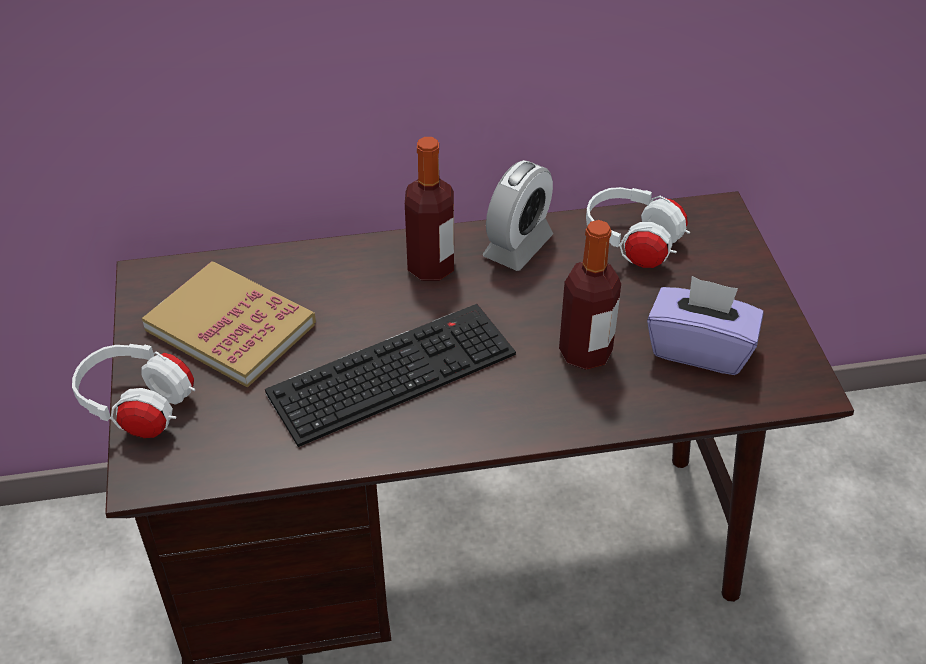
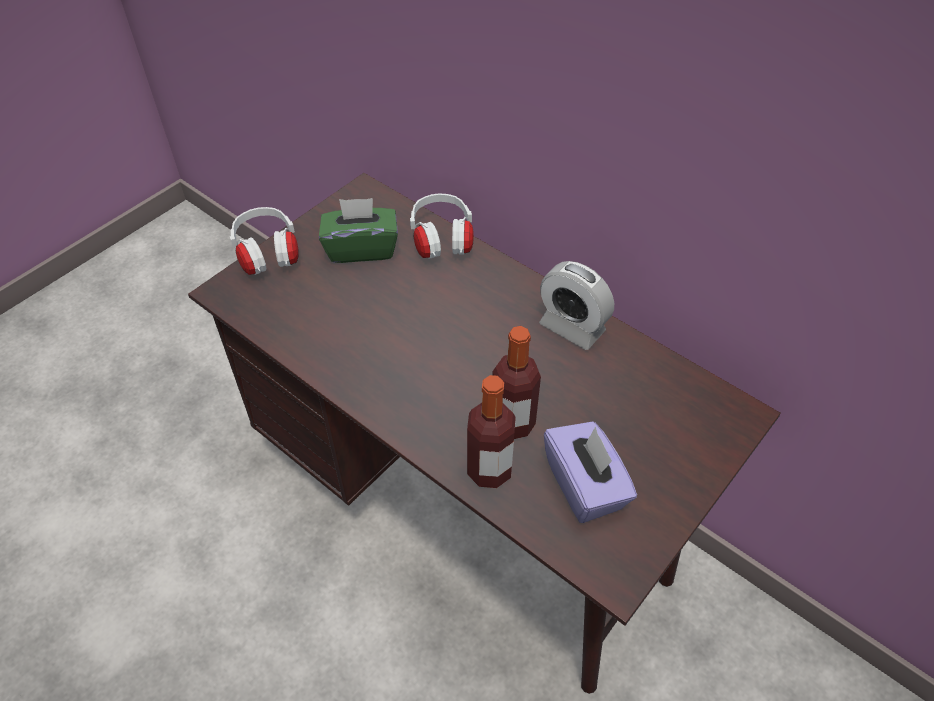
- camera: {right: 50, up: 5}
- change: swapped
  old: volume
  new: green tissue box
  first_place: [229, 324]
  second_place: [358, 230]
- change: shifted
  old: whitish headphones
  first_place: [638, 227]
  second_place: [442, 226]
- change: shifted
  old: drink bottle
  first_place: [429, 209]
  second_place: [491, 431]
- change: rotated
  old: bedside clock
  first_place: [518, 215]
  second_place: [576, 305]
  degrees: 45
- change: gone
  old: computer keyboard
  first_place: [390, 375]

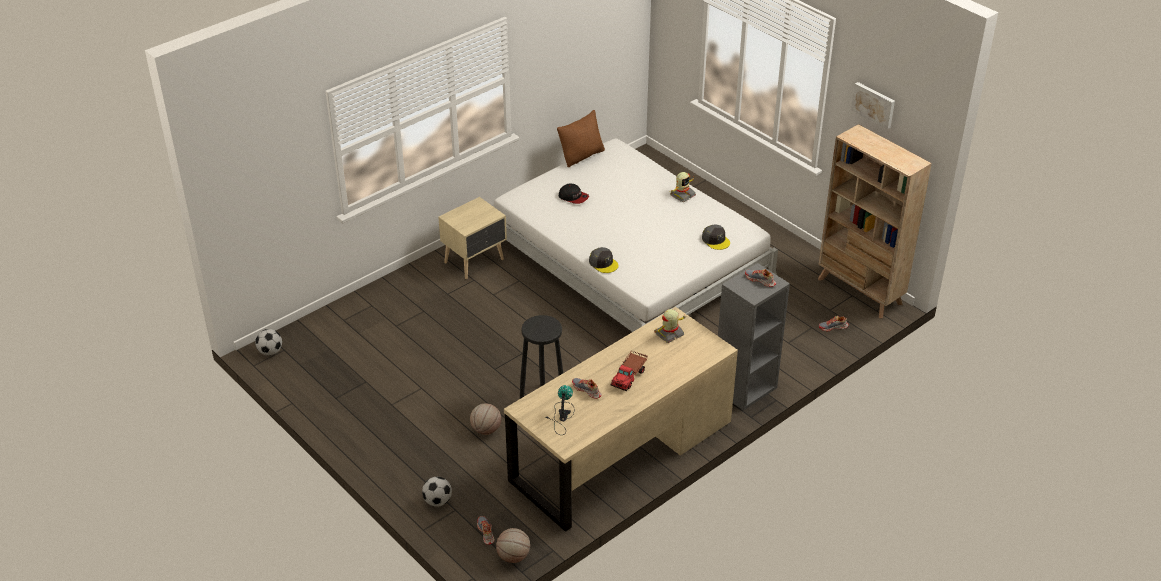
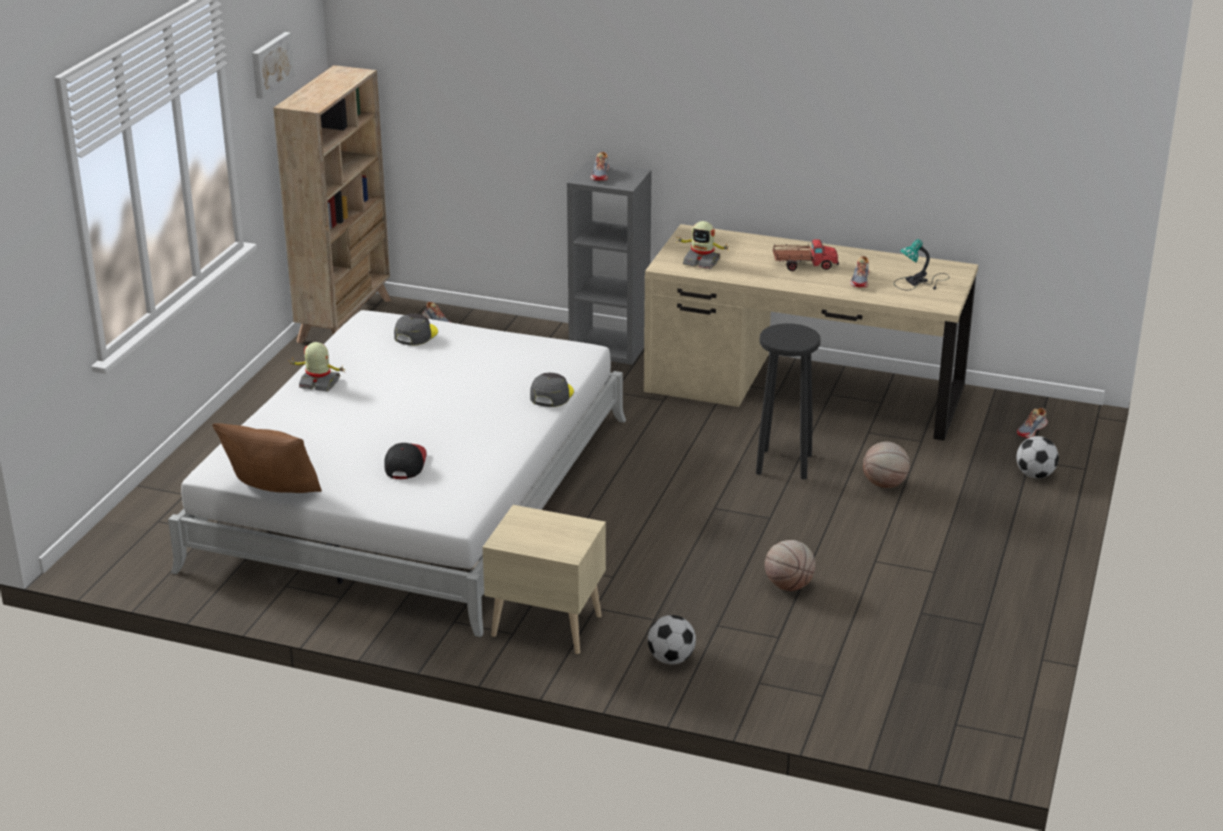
- camera: {right: -120, up: -10}
- change: shifted
  old: football ball
  first_place: [268, 342]
  second_place: [672, 639]
- change: shifted
  old: basketball ball
  first_place: [513, 545]
  second_place: [790, 565]

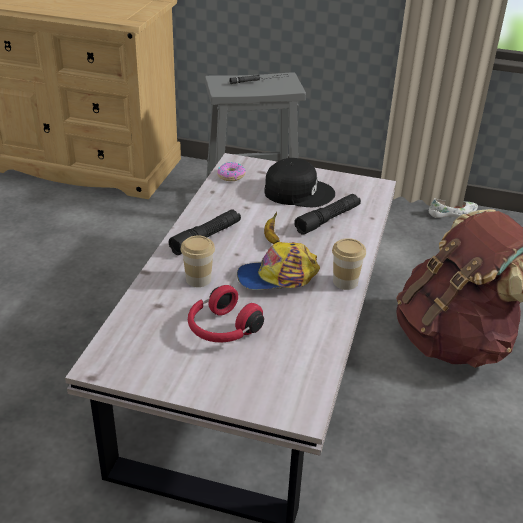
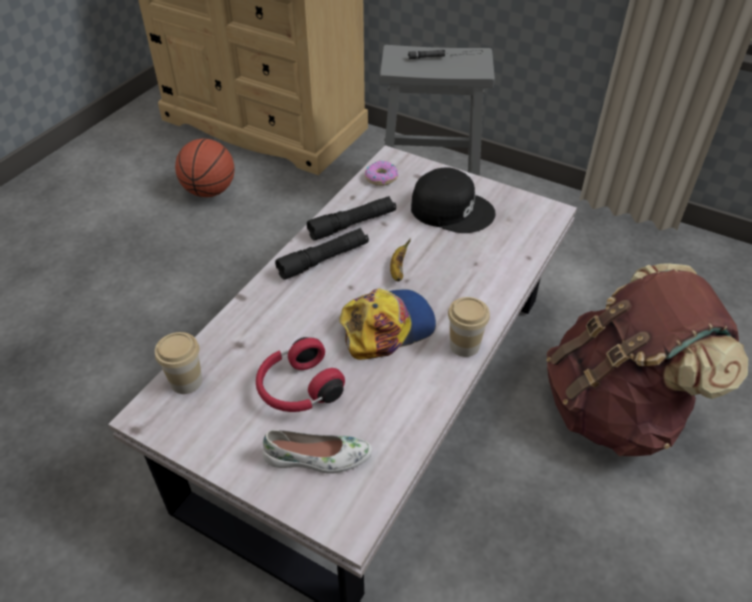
- camera: {right: 15, up: 10}
- change: shifted
  old: cup
  first_place: [198, 261]
  second_place: [178, 363]
- change: new
  new: basketball ball
  second_place: [205, 168]
- change: shifted
  old: whitish shoe
  first_place: [453, 208]
  second_place: [317, 452]
- change: shifted
  old: black-coloured flashlight
  first_place: [327, 214]
  second_place: [351, 218]
- change: rotated
  old: peaked cap
  first_place: [278, 266]
  second_place: [387, 324]
  degrees: 150

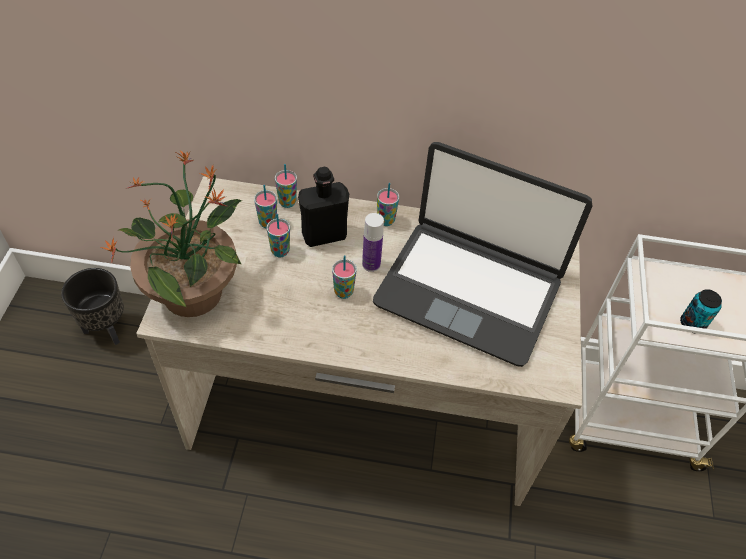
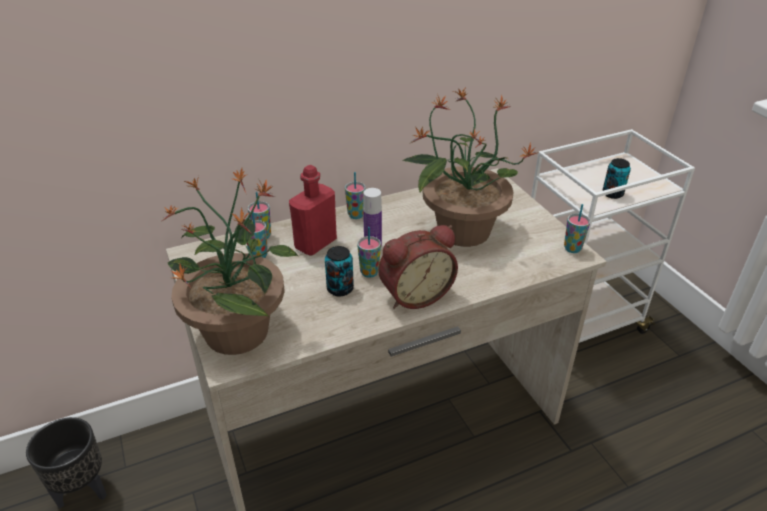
- camera: {right: -30, up: -15}
- change: repainted
  old: black-coloured drink bottle
  new: red-coloured drink bottle
  first_place: [323, 207]
  second_place: [313, 210]
- change: new
  new: metal can
  second_place: [339, 271]
- change: new
  new: bedside clock
  second_place: [418, 267]
- change: swapped
  old: notebook computer
  new: plant in a pot
  first_place: [482, 254]
  second_place: [470, 168]
- change: shifted
  old: cup
  first_place: [278, 235]
  second_place: [577, 228]

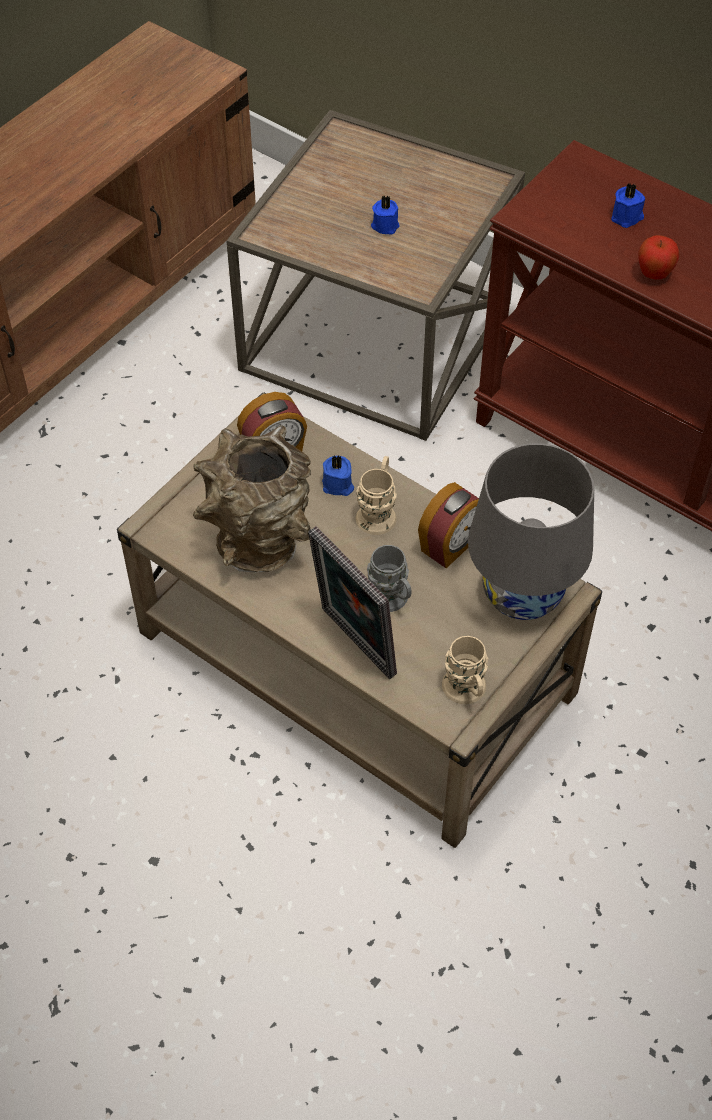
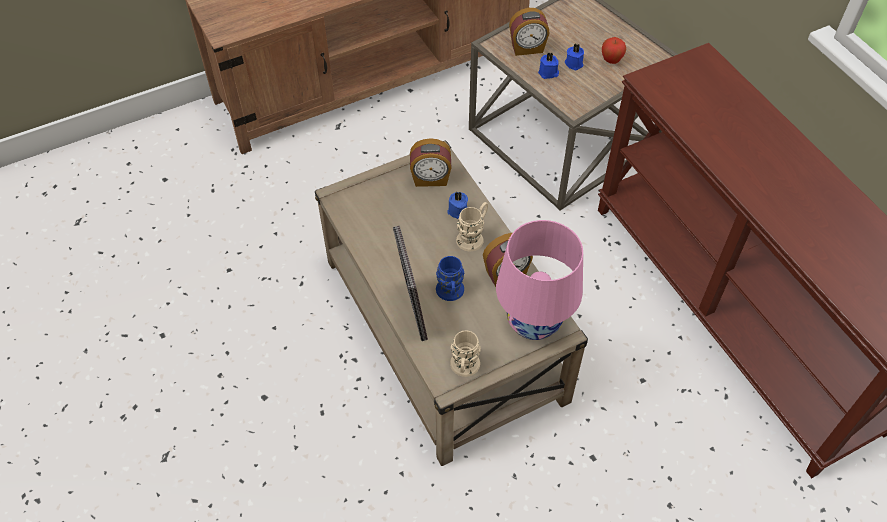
- camera: {right: 25, up: 0}
- change: repainted
  old: grey tea mug
  new: blue tea mug
  first_place: [389, 578]
  second_place: [450, 278]
- change: repainted
  old: grey table lamp
  new: pinkish table lamp
  first_place: [531, 531]
  second_place: [539, 280]
- change: new
  new: bedside clock
  second_place: [529, 32]
- change: shifted
  old: blue wax light
  first_place: [628, 206]
  second_place: [548, 65]
- change: shifted
  old: apple
  first_place: [659, 257]
  second_place: [614, 50]
- change: gone
  old: brownish decorative vase
  first_place: [252, 498]

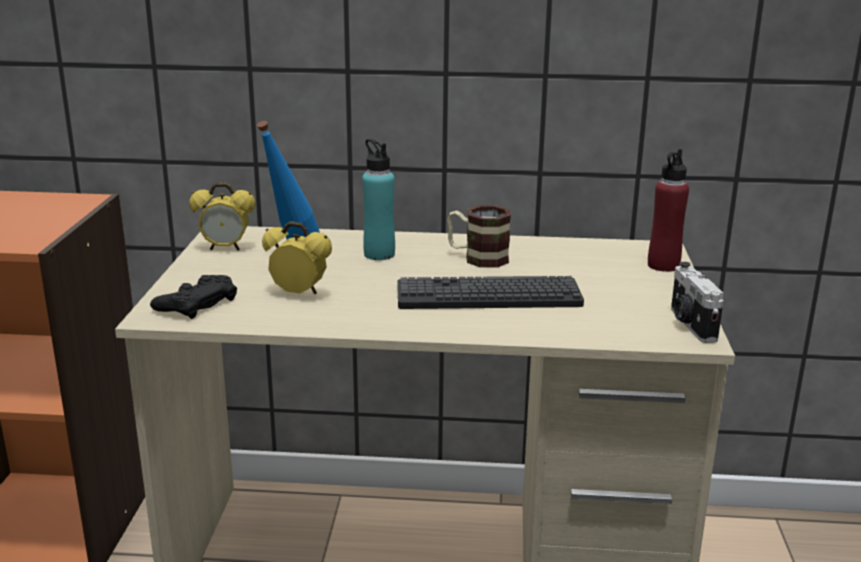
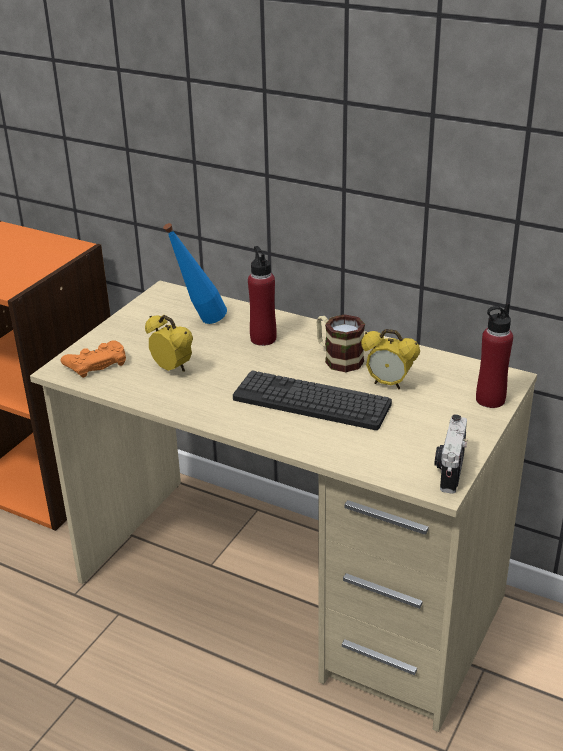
- camera: {right: 25, up: 10}
- change: repainted
  old: black-coloured gamepad
  new: orange-coloured gamepad
  first_place: [193, 297]
  second_place: [93, 359]
- change: repainted
  old: blue-green drink bottle
  new: red-coloured drink bottle
  first_place: [378, 199]
  second_place: [262, 296]
- change: shifted
  old: bedside clock
  first_place: [222, 216]
  second_place: [390, 359]

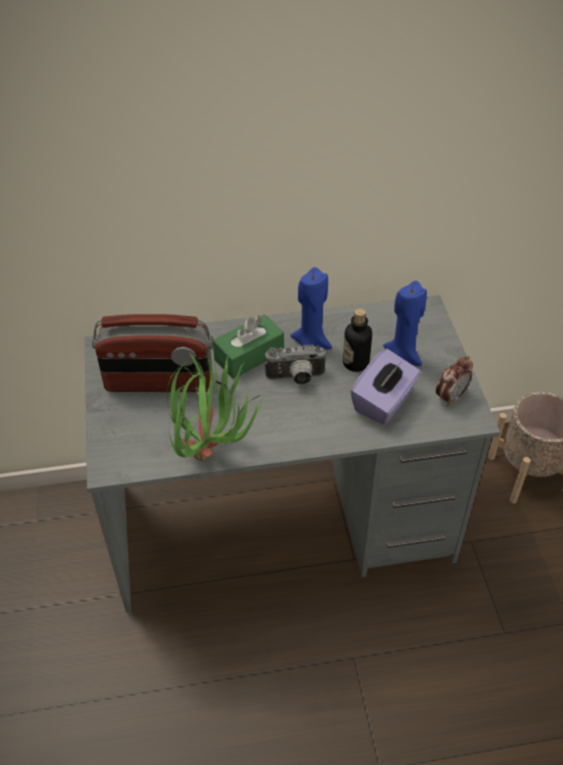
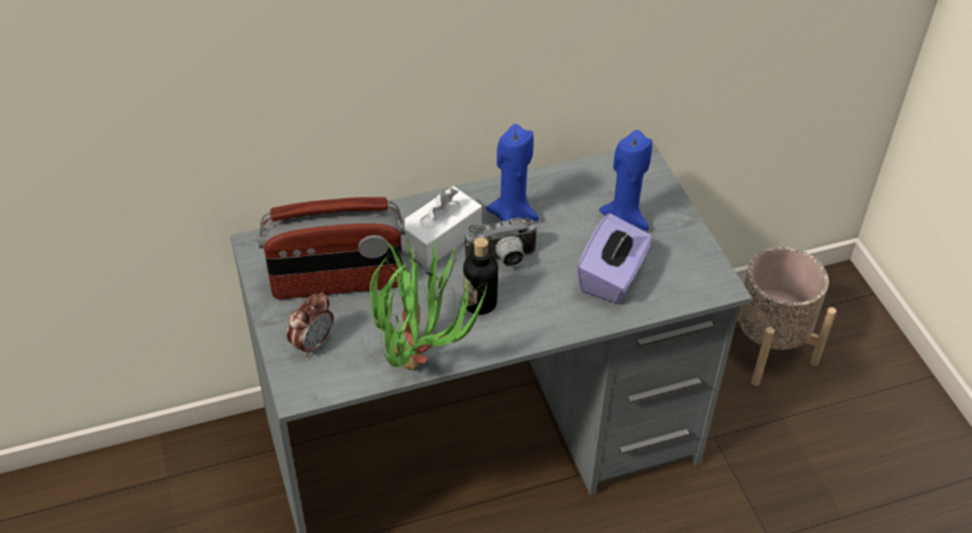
- camera: {right: -10, up: 0}
- change: shifted
  old: bedside clock
  first_place: [454, 381]
  second_place: [310, 324]
- change: repainted
  old: green tissue box
  new: whitish tissue box
  first_place: [248, 346]
  second_place: [441, 227]
- change: shifted
  old: drink bottle
  first_place: [357, 340]
  second_place: [480, 276]

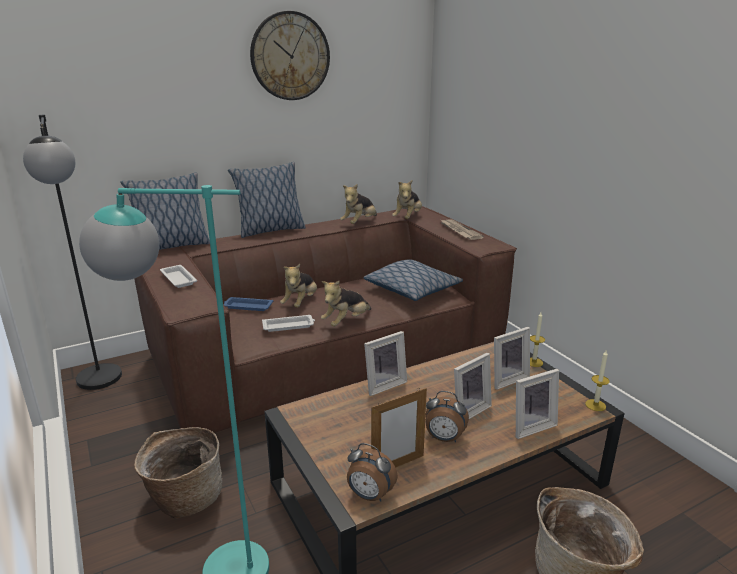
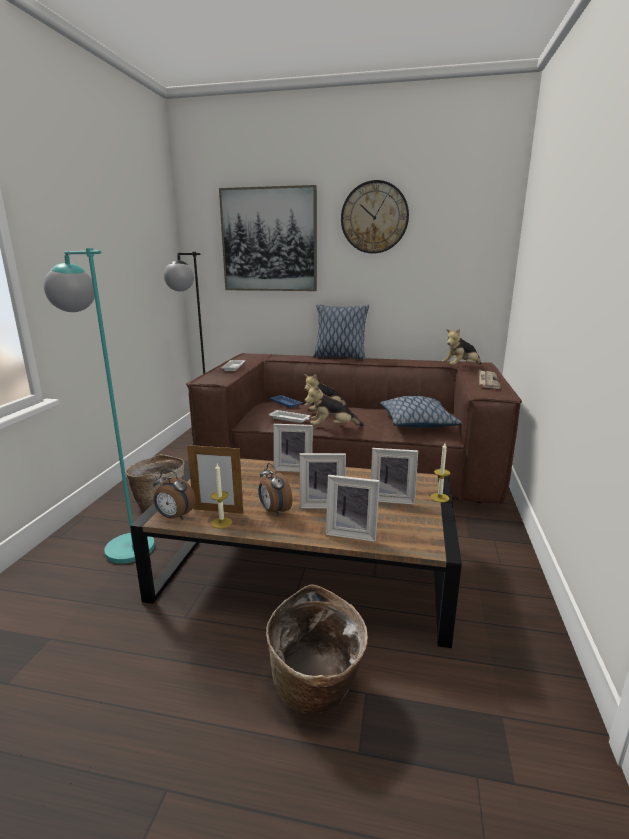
- camera: {right: 40, up: -5}
- change: rotated
  old: bedside clock
  first_place: [372, 472]
  second_place: [174, 494]
  degrees: -45
- change: shifted
  old: wax light
  first_place: [597, 381]
  second_place: [221, 496]
- change: new
  new: wall art
  second_place: [268, 238]
- change: gone
  old: pillow
  first_place: [165, 211]
- change: gone
  old: plush toy
  first_place: [358, 204]

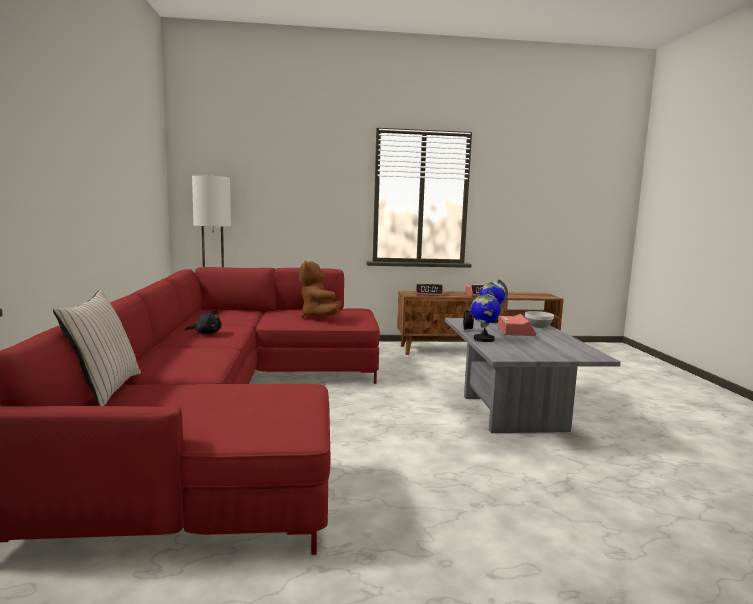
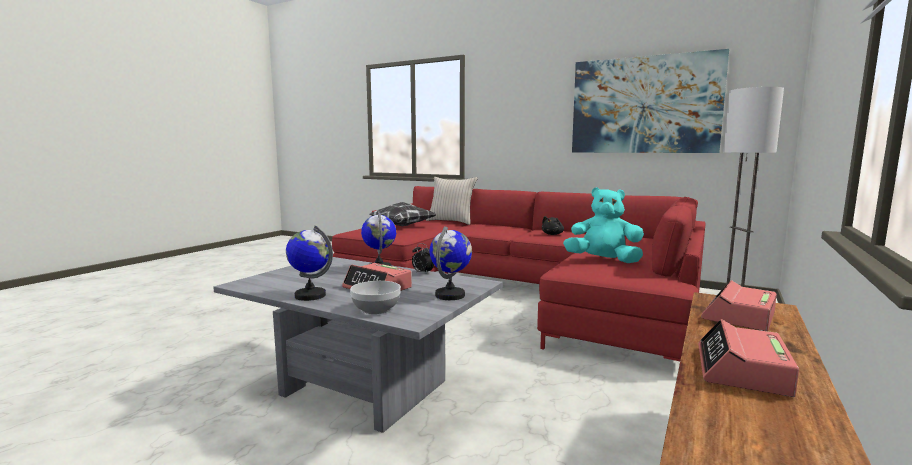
- camera: {right: 125, up: 0}
- change: new
  new: desk globe
  second_place: [309, 263]
- change: new
  new: pillow
  second_place: [402, 214]
- change: repainted
  old: brownish plush toy
  new: blue-green plush toy
  first_place: [320, 289]
  second_place: [603, 225]
- change: new
  new: wall art
  second_place: [650, 101]

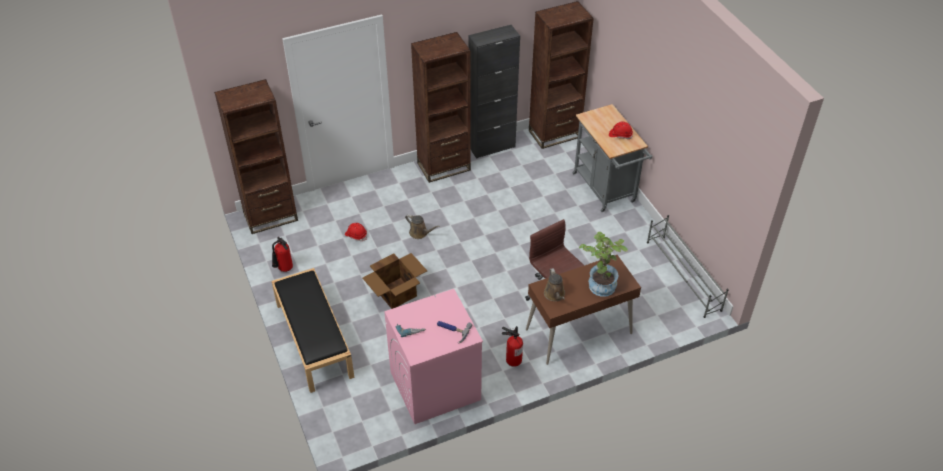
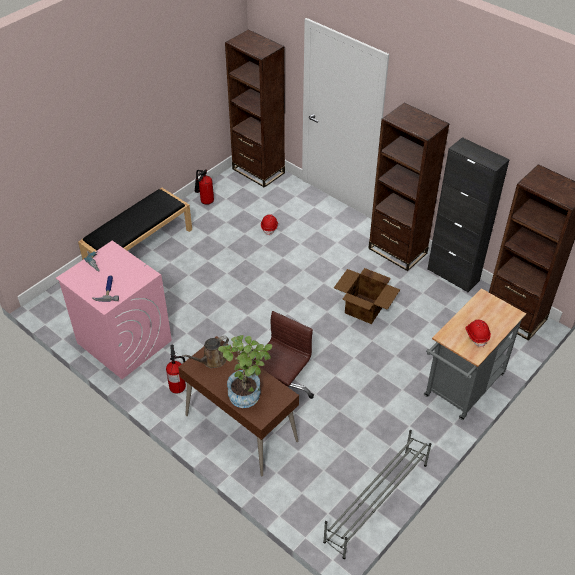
- camera: {right: 65, up: 0}
- change: shifted
  old: carton
  first_place: [395, 281]
  second_place: [367, 296]
- change: gone
  old: brownish sprinkling can
  first_place: [422, 226]

